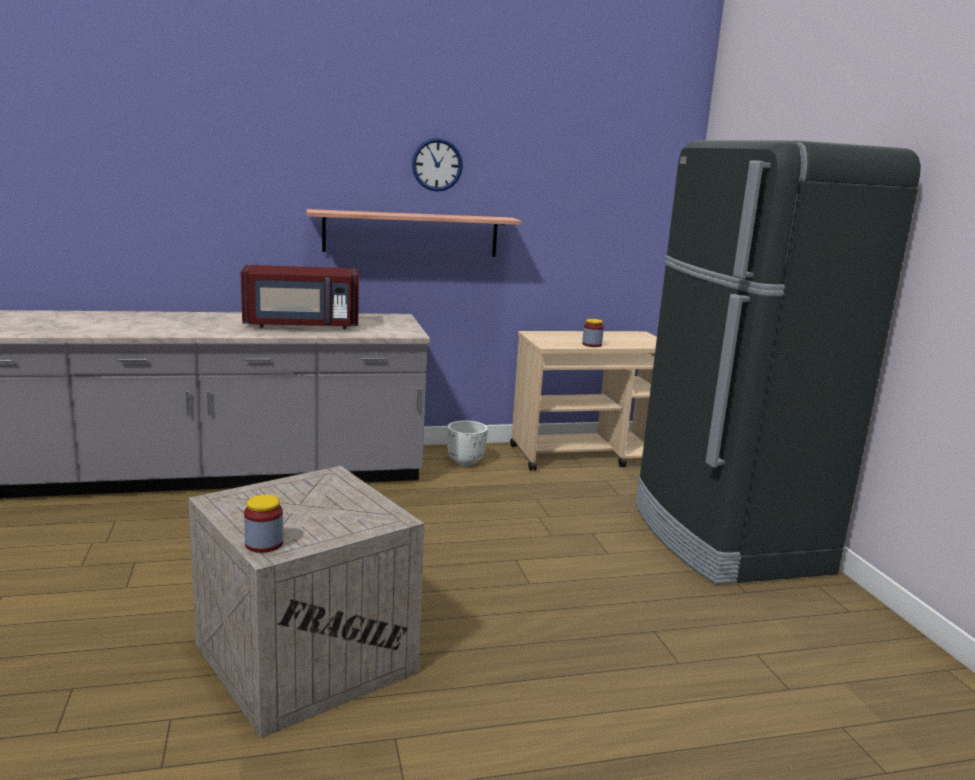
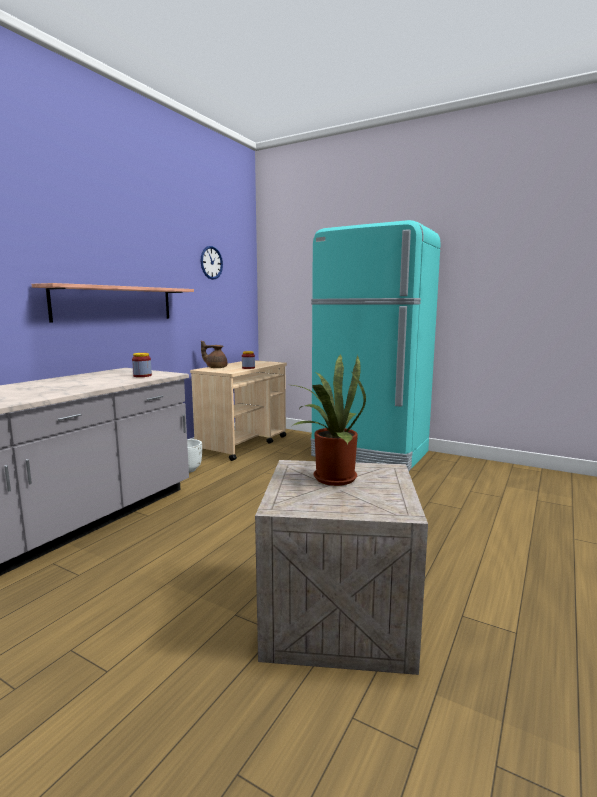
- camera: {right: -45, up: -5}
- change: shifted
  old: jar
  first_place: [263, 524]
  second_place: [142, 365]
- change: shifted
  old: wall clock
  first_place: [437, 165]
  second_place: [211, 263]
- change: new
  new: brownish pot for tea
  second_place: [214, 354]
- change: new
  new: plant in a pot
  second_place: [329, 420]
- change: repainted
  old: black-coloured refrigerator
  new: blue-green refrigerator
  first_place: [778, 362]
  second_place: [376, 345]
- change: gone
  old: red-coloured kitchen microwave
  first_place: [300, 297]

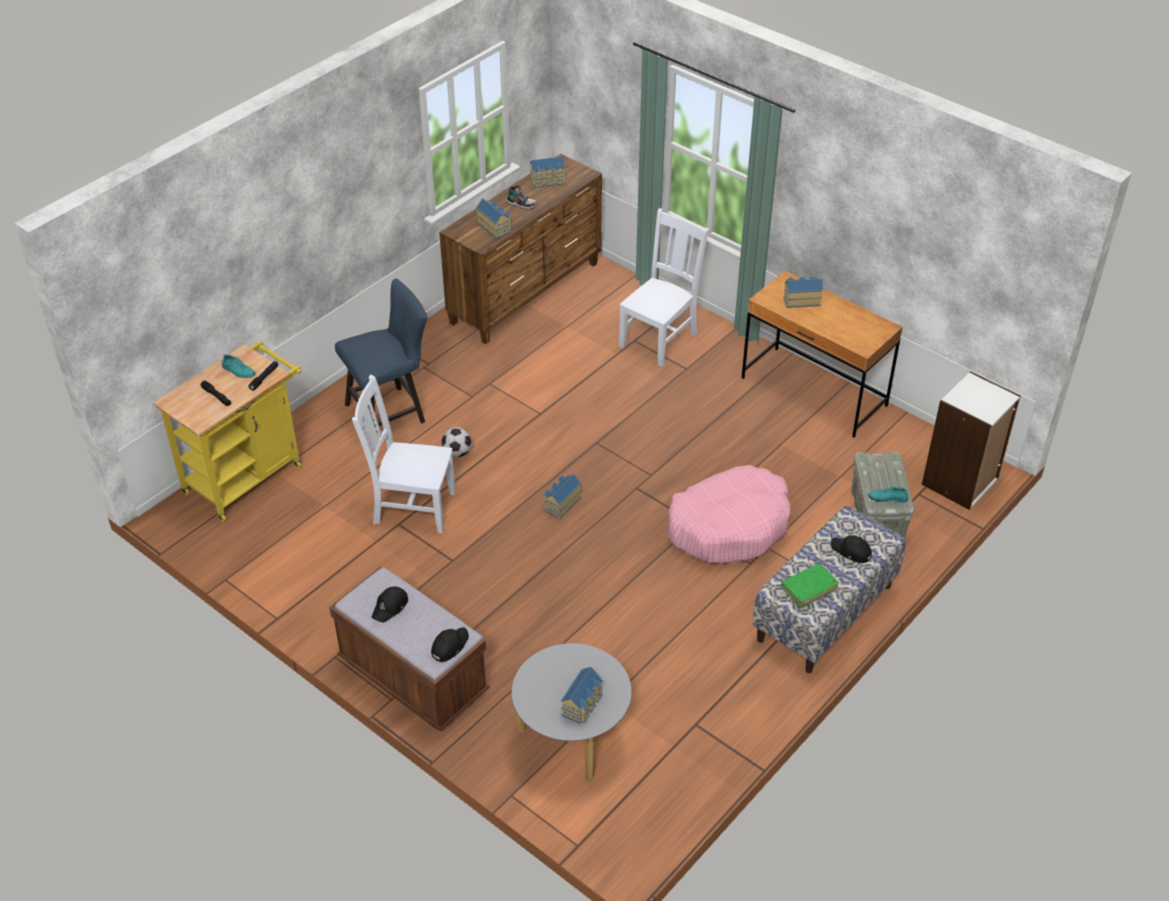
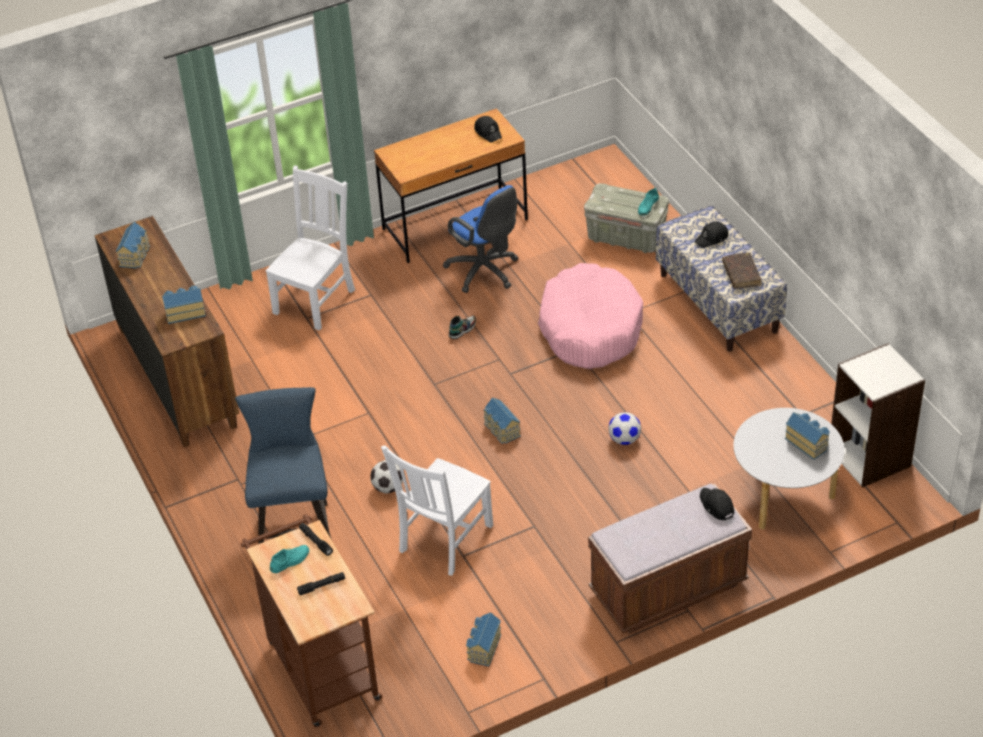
- camera: {right: -65, up: 0}
- change: repainted
  old: yellow-coloured wheeled cart
  new: brownish wheeled cart
  first_place: [227, 432]
  second_place: [311, 621]
- change: rotated
  old: whitish plain chair
  first_place: [664, 287]
  second_place: [310, 248]
  degrees: 60
- change: new
  new: blue office chair
  second_place: [480, 239]
- change: shifted
  old: shoe
  first_place: [522, 197]
  second_place: [462, 327]
- change: shifted
  old: model house
  first_place: [803, 292]
  second_place: [483, 639]
- change: shifted
  old: black-coloured peaked cap
  first_place: [390, 604]
  second_place: [488, 129]
- change: new
  new: football ball
  second_place: [625, 428]
- change: repainted
  old: green volume
  new: brownish volume
  first_place: [810, 586]
  second_place: [741, 270]
- change: shifted
  old: whitish bookshelf
  first_place: [971, 440]
  second_place: [878, 415]

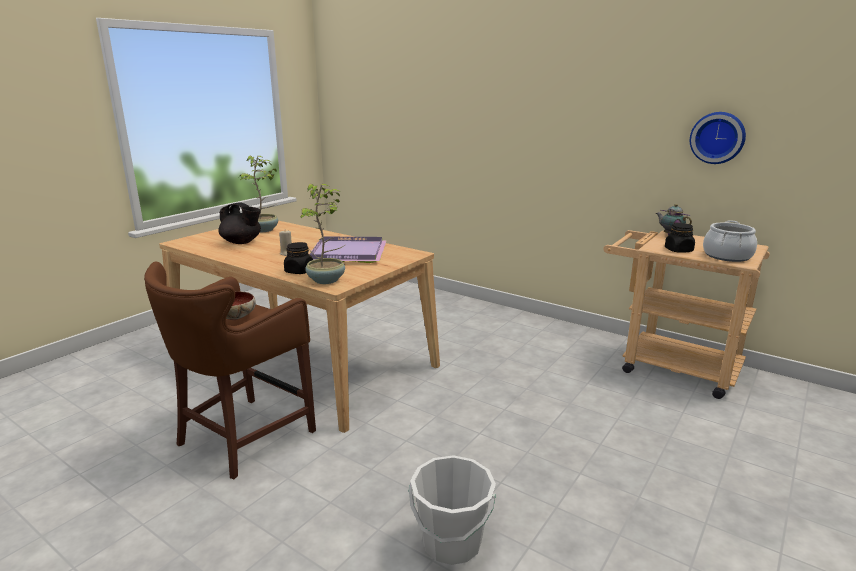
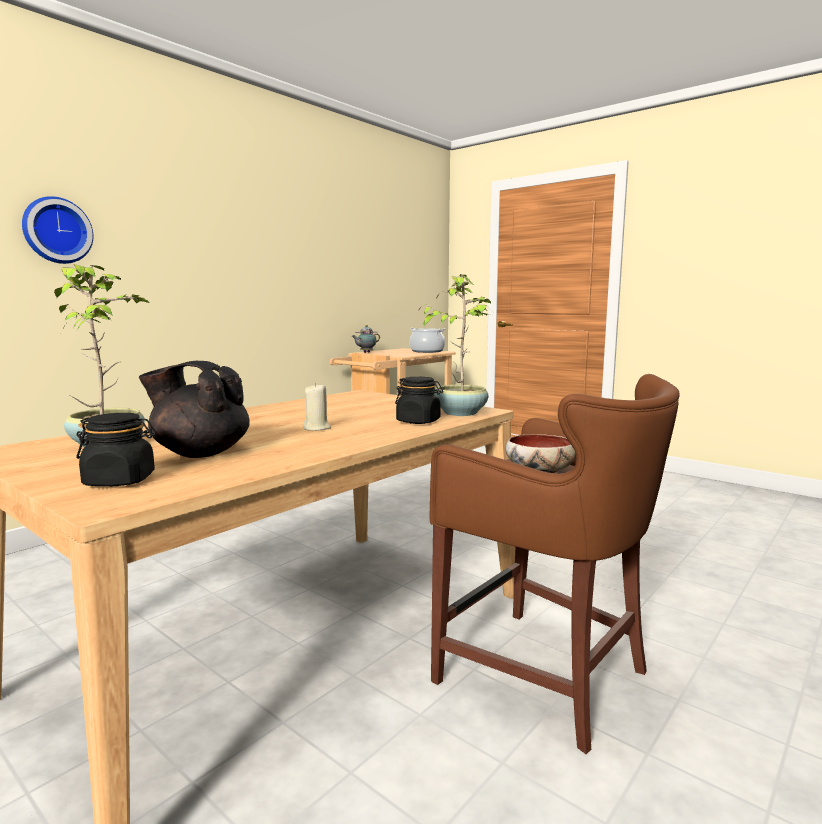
- camera: {right: -85, up: -10}
- change: shifted
  old: wall clock
  first_place: [718, 138]
  second_place: [57, 230]
- change: shifted
  old: black-coloured jar
  first_place: [680, 238]
  second_place: [116, 449]
- change: rotated
  old: black-coloured pot for tea
  first_place: [239, 223]
  second_place: [194, 409]
  degrees: -105
- change: gone
  old: purplish carrying tray
  first_place: [348, 250]
- change: gone
  old: whitish pail
  first_place: [452, 510]

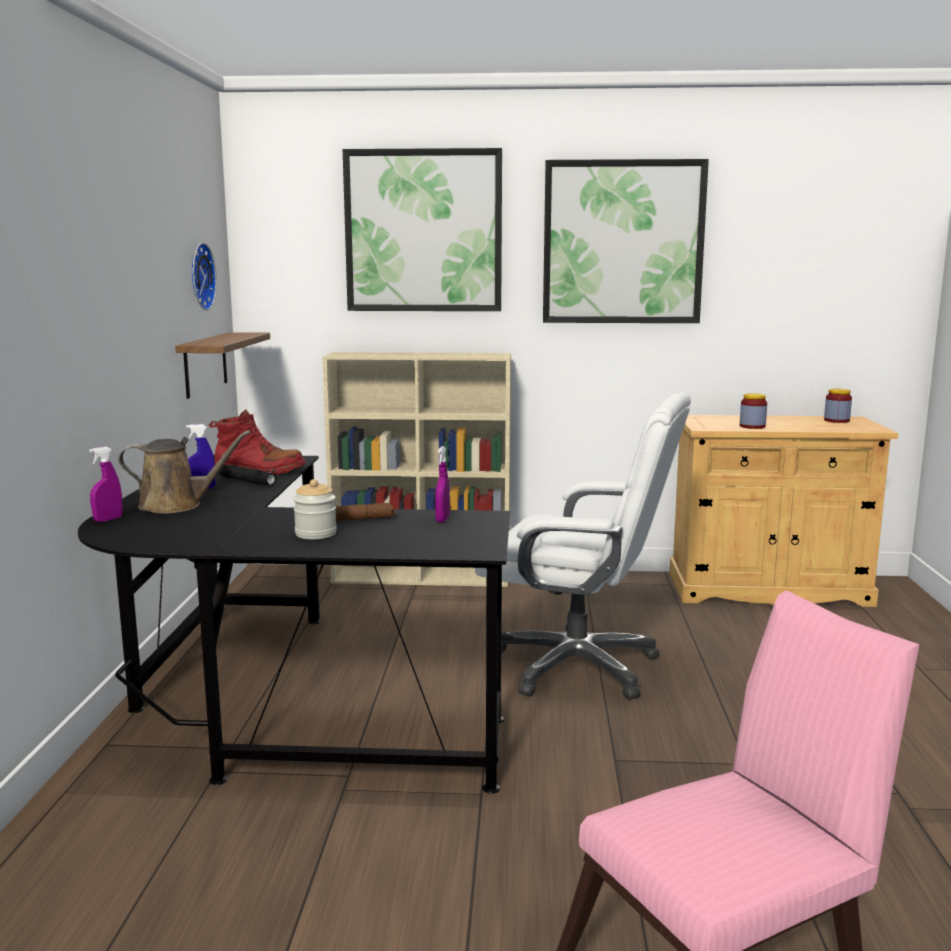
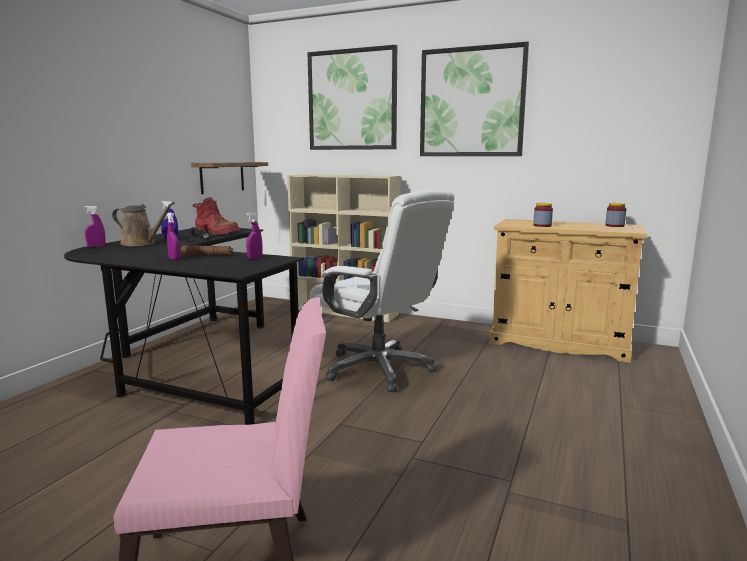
- camera: {right: 20, up: 0}
- change: swapped
  old: jar
  new: purplish hand sprayer
  first_place: [315, 509]
  second_place: [173, 236]
- change: gone
  old: wall clock
  first_place: [204, 276]

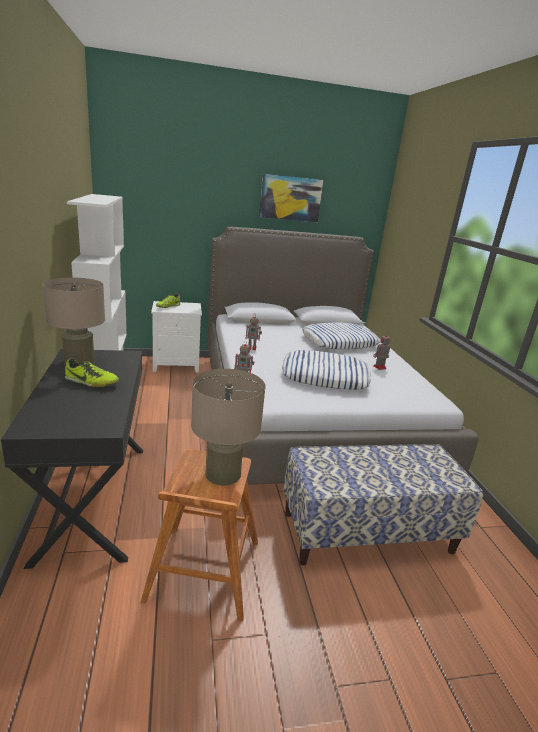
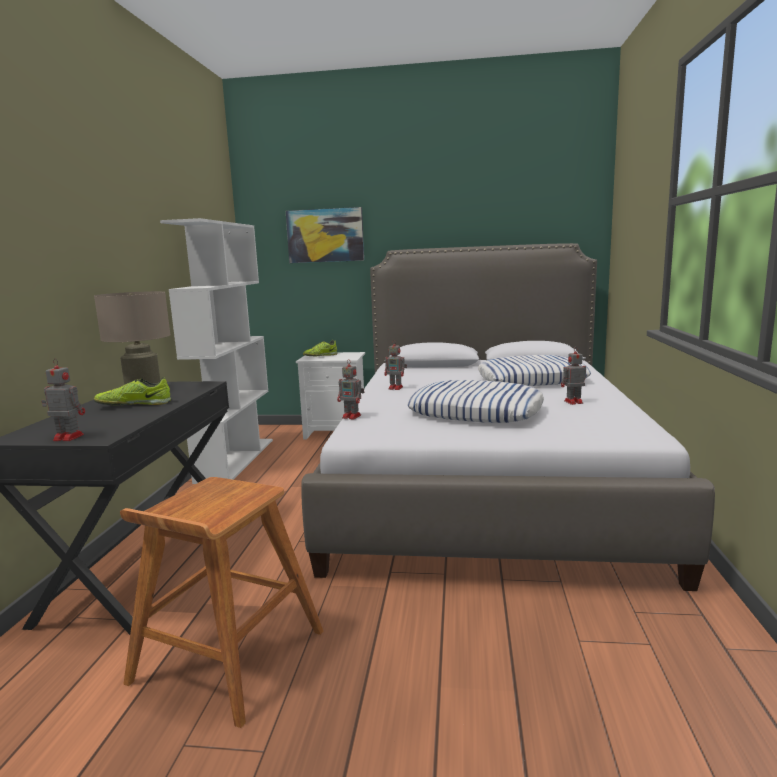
- camera: {right: 20, up: -10}
- change: new
  new: robot figure
  second_place: [63, 399]
- change: rotated
  old: shoe
  first_place: [92, 372]
  second_place: [132, 391]
  degrees: 135
- change: shifted
  old: wall art
  first_place: [291, 198]
  second_place: [325, 235]
- change: gone
  old: beige table lamp
  first_place: [228, 427]
- change: gone
  old: indoor bench
  first_place: [383, 504]

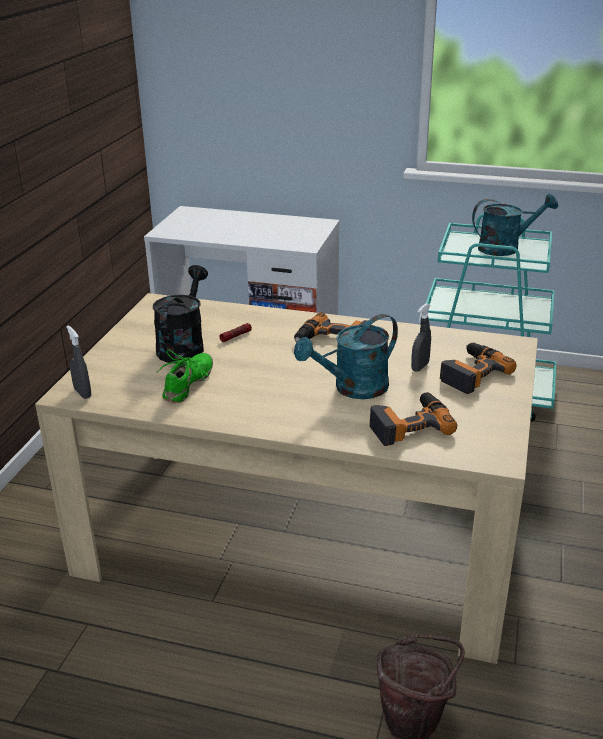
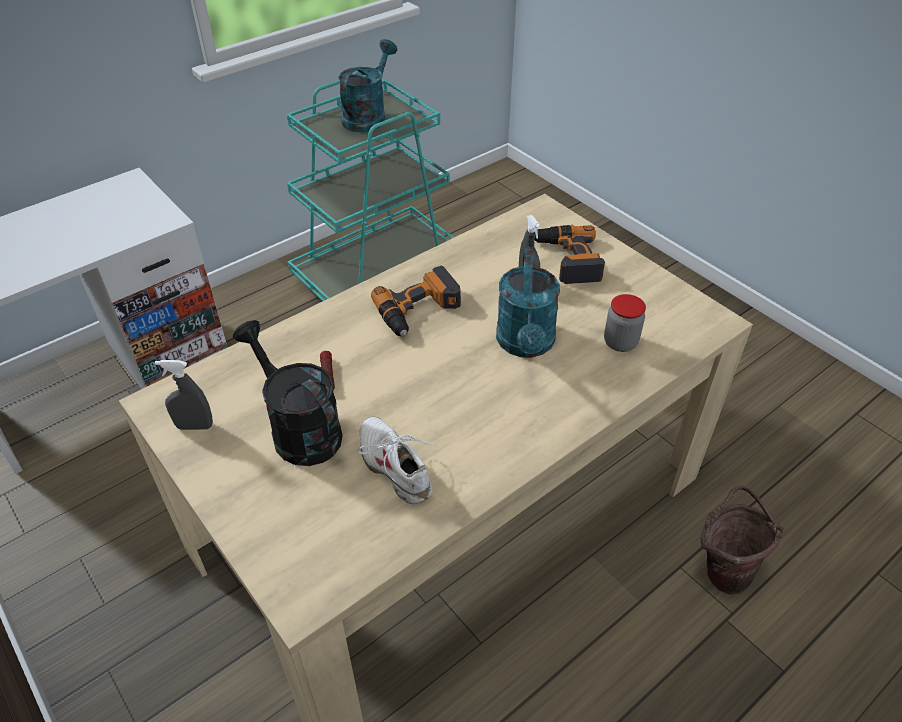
- camera: {right: -55, up: 15}
- change: shifted
  old: grey hand sprayer
  first_place: [78, 362]
  second_place: [184, 395]
- change: repainted
  old: green shoe
  new: whitish shoe
  first_place: [185, 376]
  second_place: [398, 460]
- change: swapped
  old: power drill
  new: jar
  first_place: [413, 419]
  second_place: [625, 323]

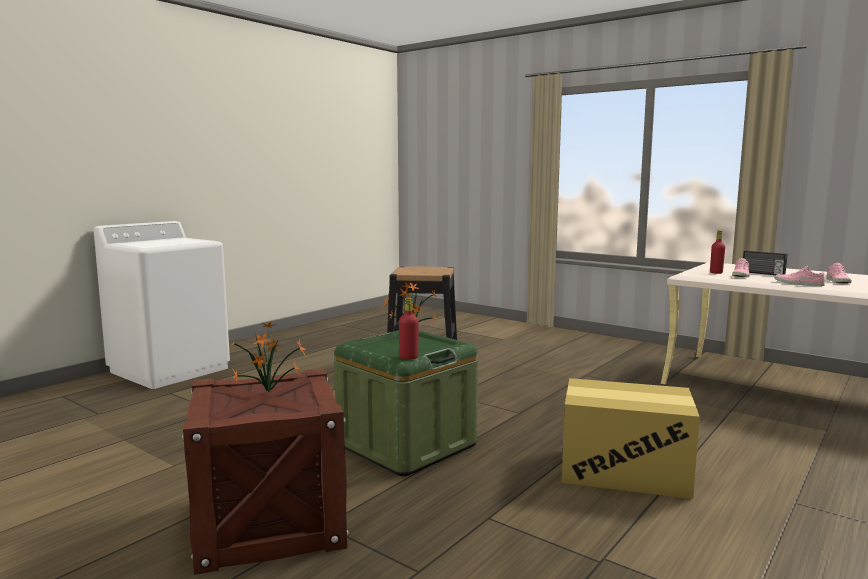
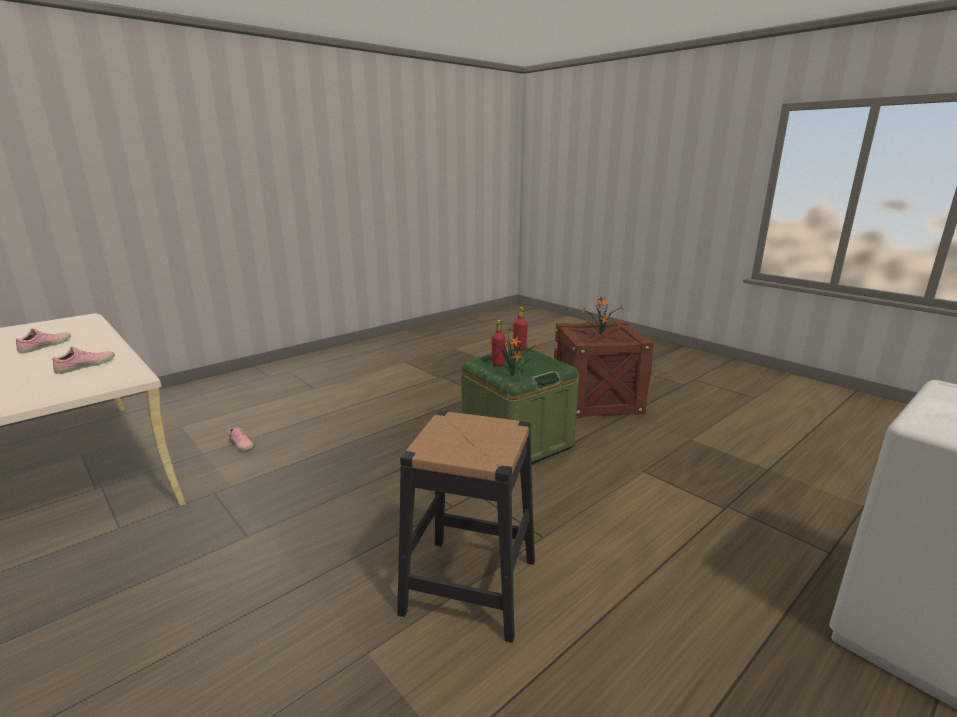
- camera: {right: -170, up: 10}
- change: shifted
  old: pinkish shoe
  first_place: [799, 276]
  second_place: [241, 439]
- change: shifted
  old: red-coloured drink bottle
  first_place: [717, 252]
  second_place: [498, 343]
- change: gone
  old: carton
  first_place: [631, 438]
- change: gone
  old: radio receiver
  first_place: [765, 263]

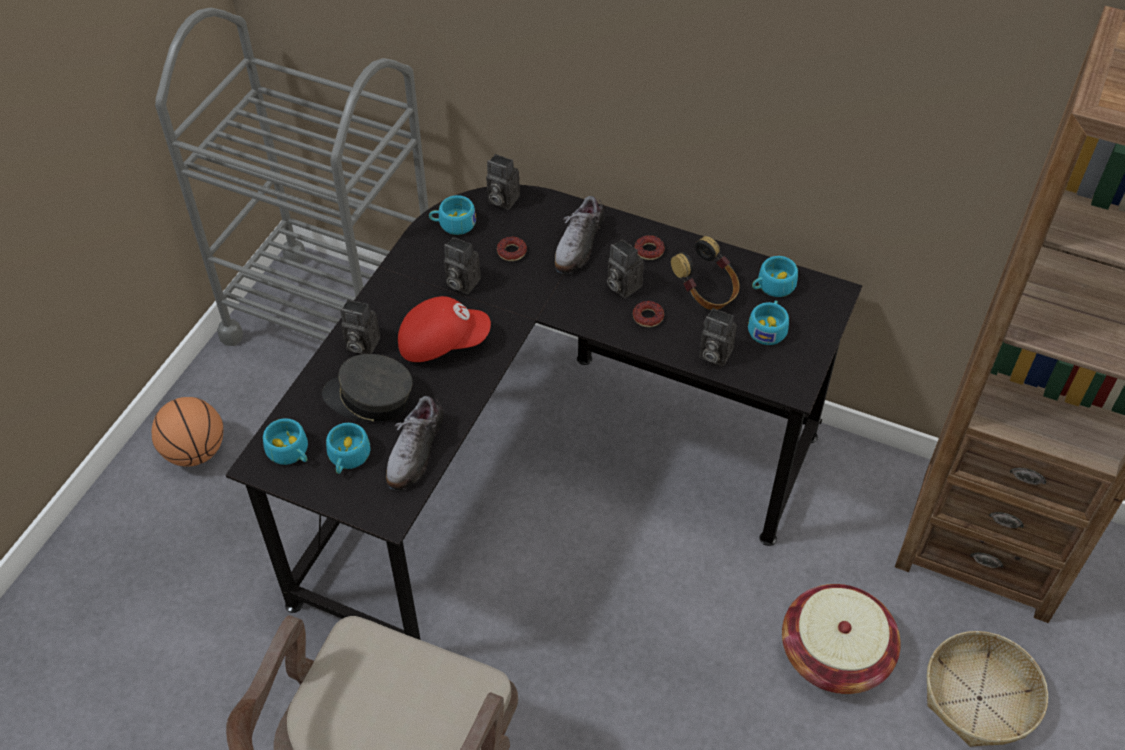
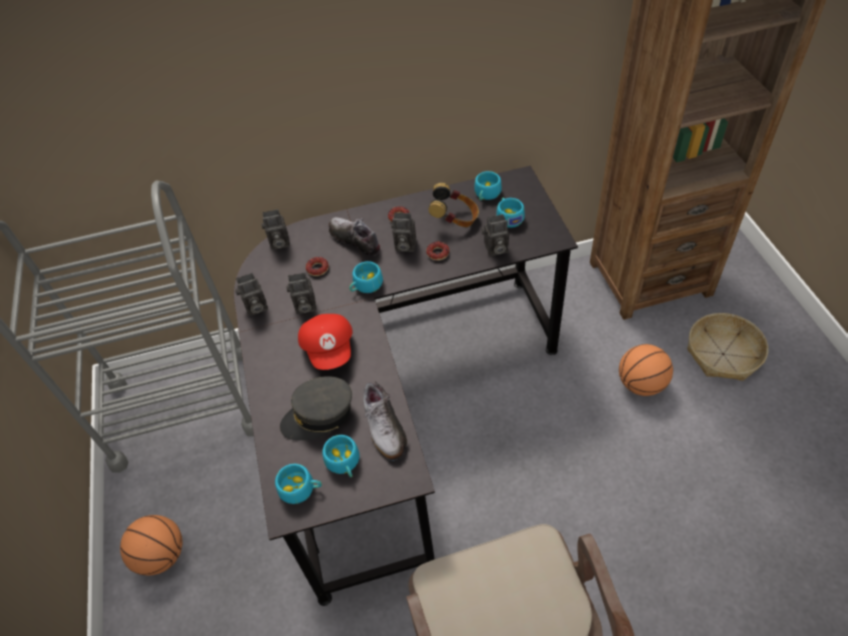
- camera: {right: -35, up: 0}
- change: shifted
  old: still camera
  first_place: [360, 326]
  second_place: [251, 294]
- change: rotated
  old: red-coloured peaked cap
  first_place: [444, 329]
  second_place: [325, 342]
  degrees: 120
- change: rotated
  old: shoe
  first_place: [579, 235]
  second_place: [354, 236]
  degrees: 150
- change: shifted
  old: blue-green cup
  first_place: [452, 215]
  second_place: [366, 277]
- change: swapped
  old: household basket
  new: basketball ball
  first_place: [841, 639]
  second_place: [646, 370]

